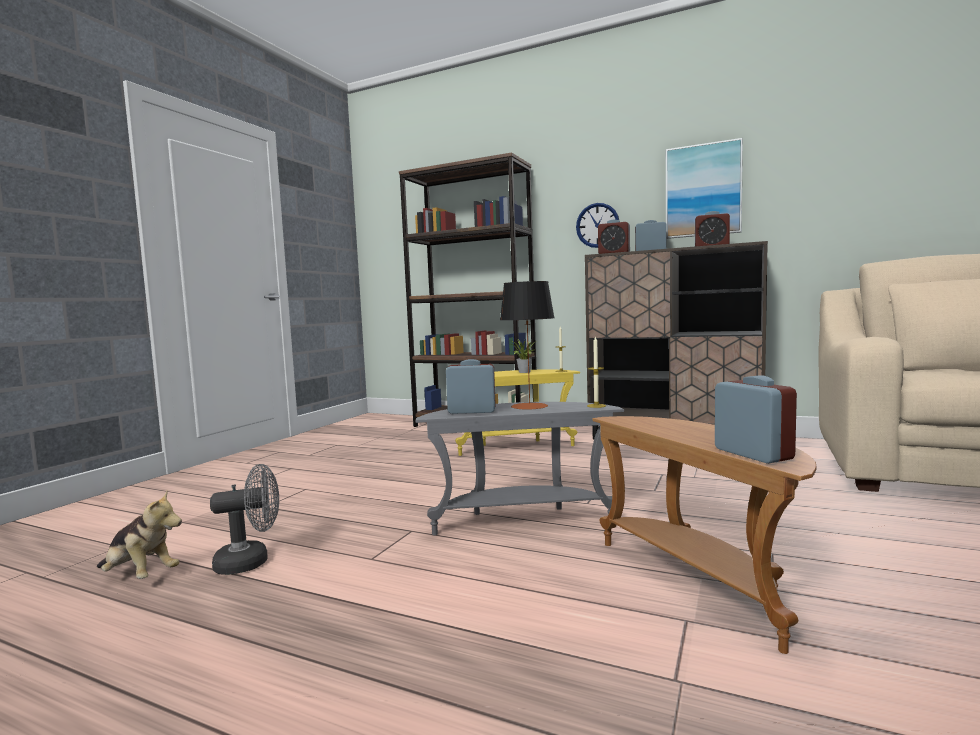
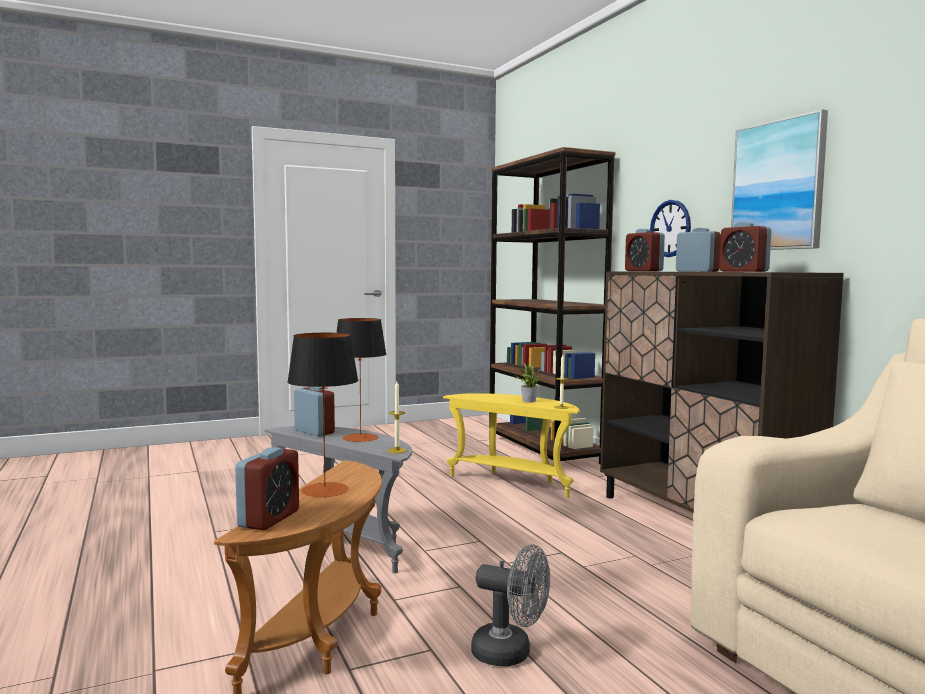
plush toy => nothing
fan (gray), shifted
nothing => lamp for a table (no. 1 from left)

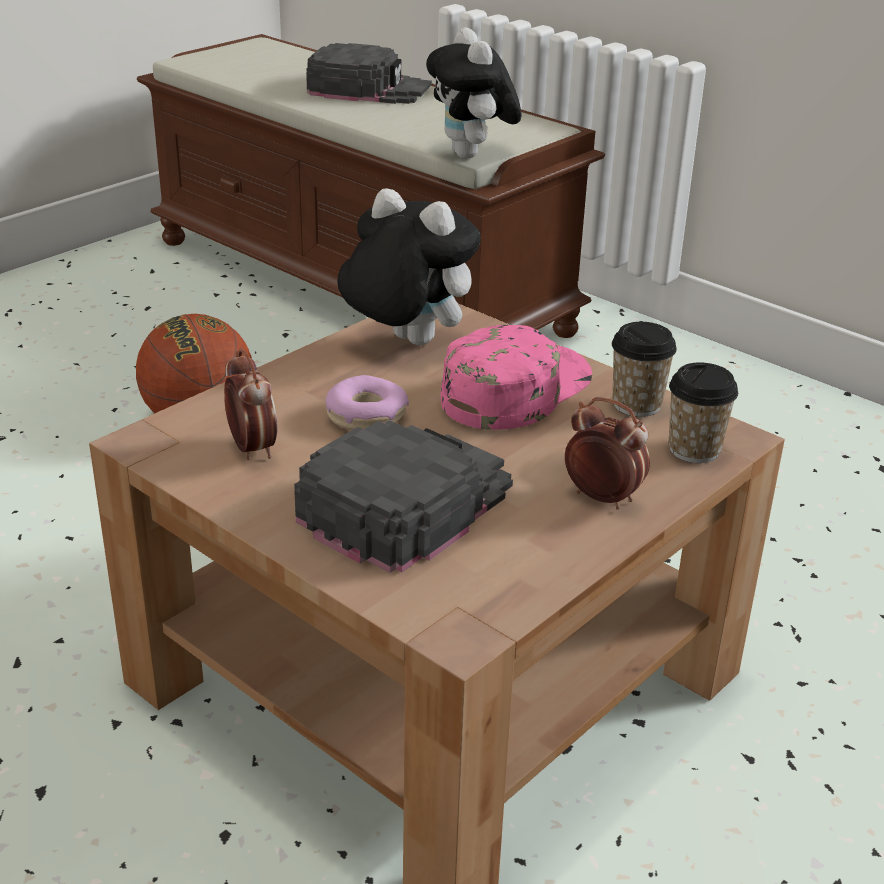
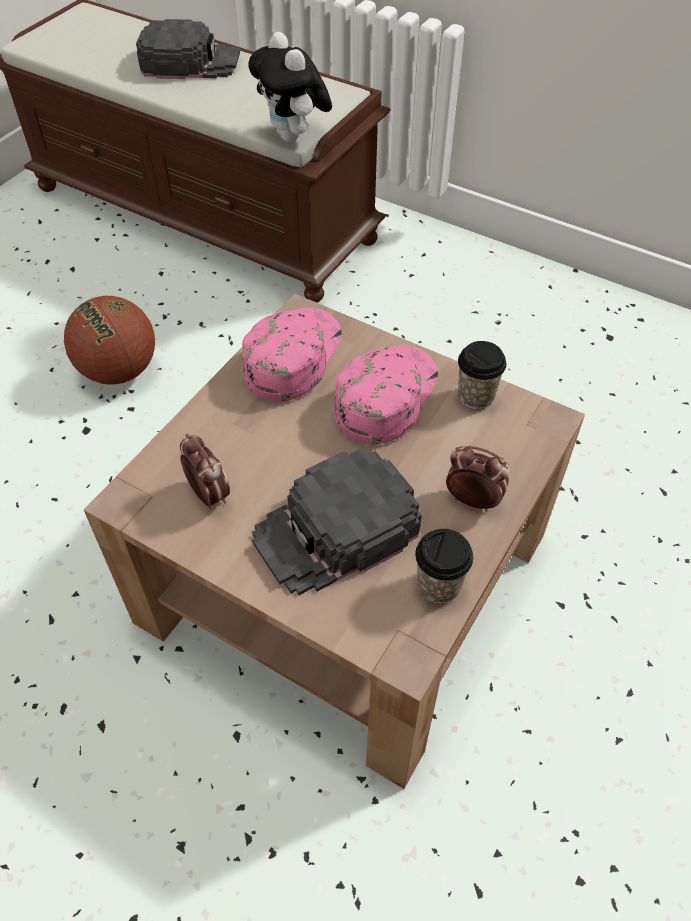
peaked cap (blackish) (no. 2 from left), 150 degrees counterclockwise
doughnut => nothing
plush toy (no. 1 from left) => peaked cap (pink) (no. 1 from left)
drinking cup (no. 2 from left in the first image) => drinking cup (no. 1 from left), shifted

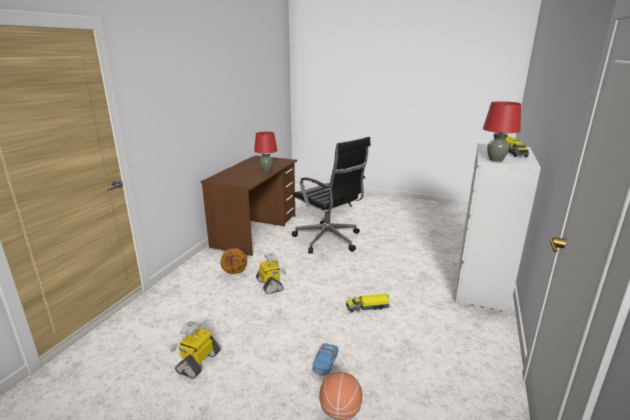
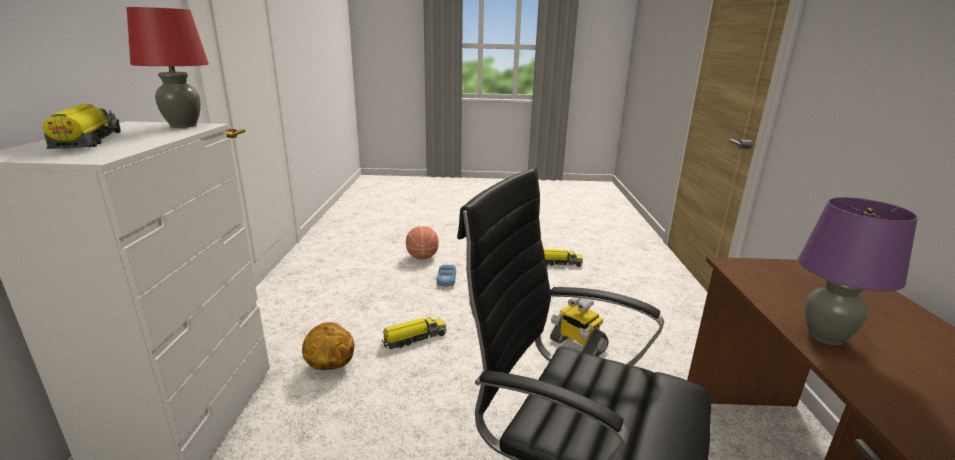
model robot (no. 1 from left) => toy truck (no. 3 from left)
ball for basketball (no. 1 from left), shifted
lamp for a table (red-coloured) (no. 1 from left) => lamp for a table (purplish)

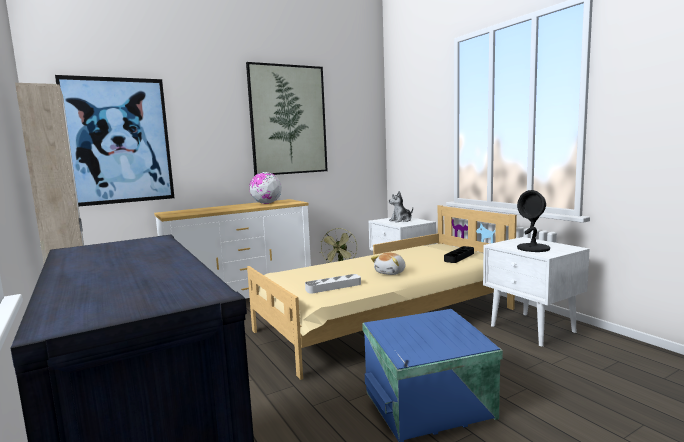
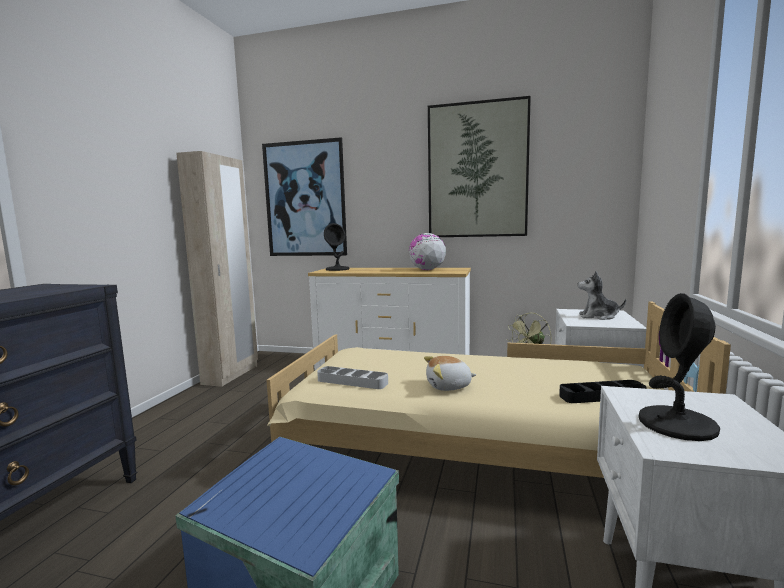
nothing => lamp for a table (blackish) (no. 1 from left)

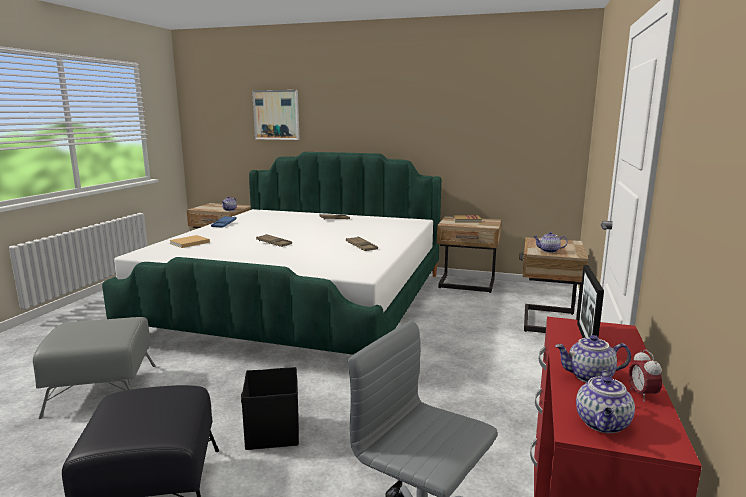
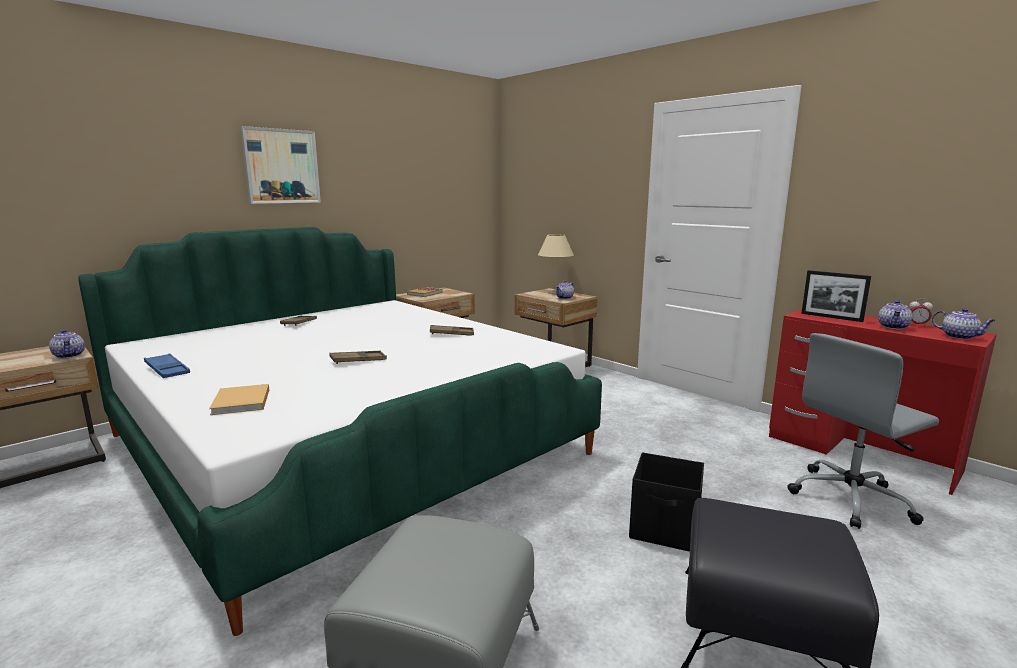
wall art, shifted
nothing => lamp for a table (sand-coloured)

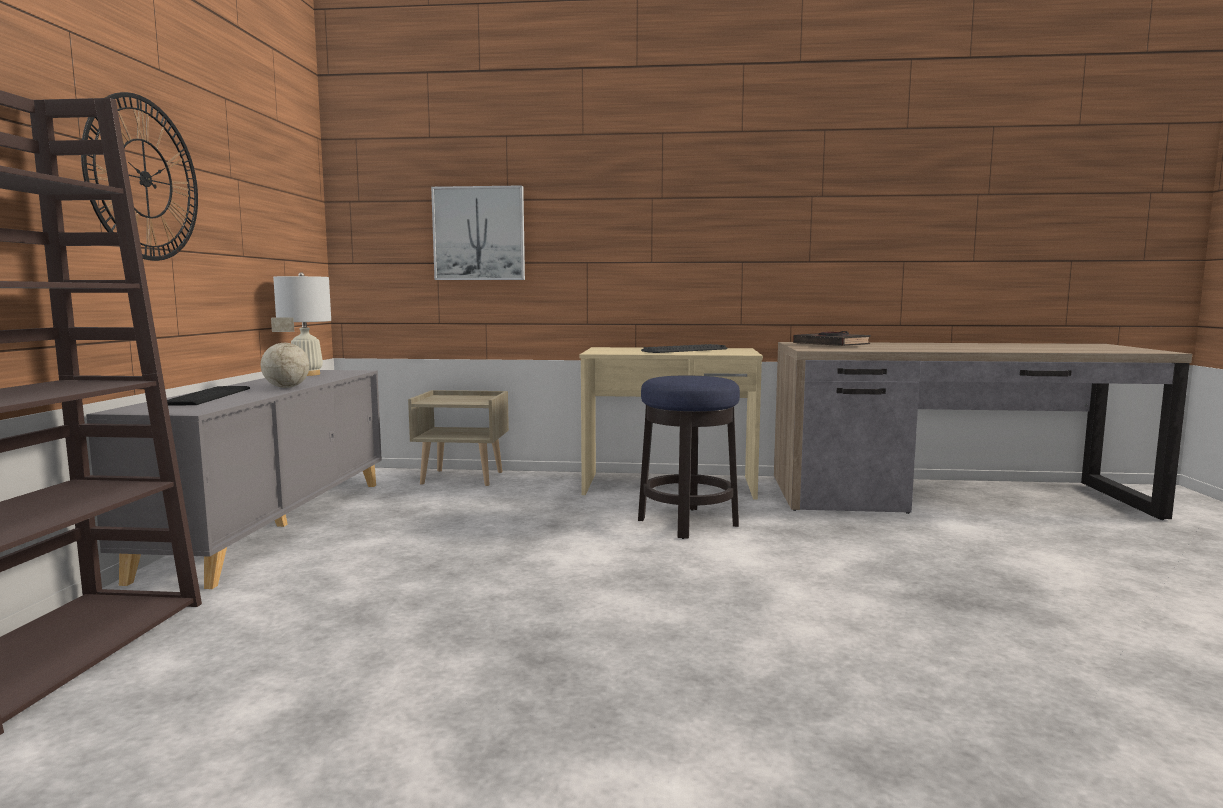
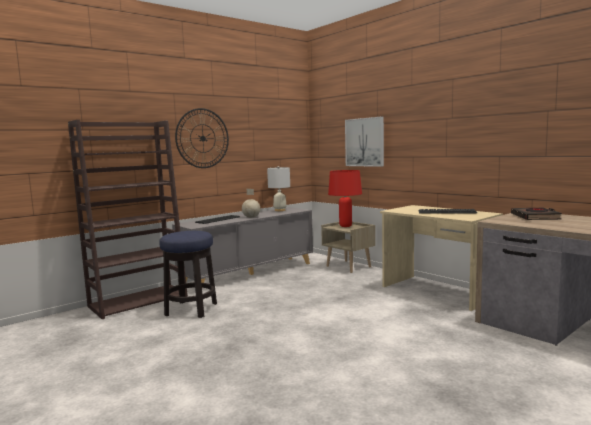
stool seat, shifted
nothing => lamp for a table (red-coloured)

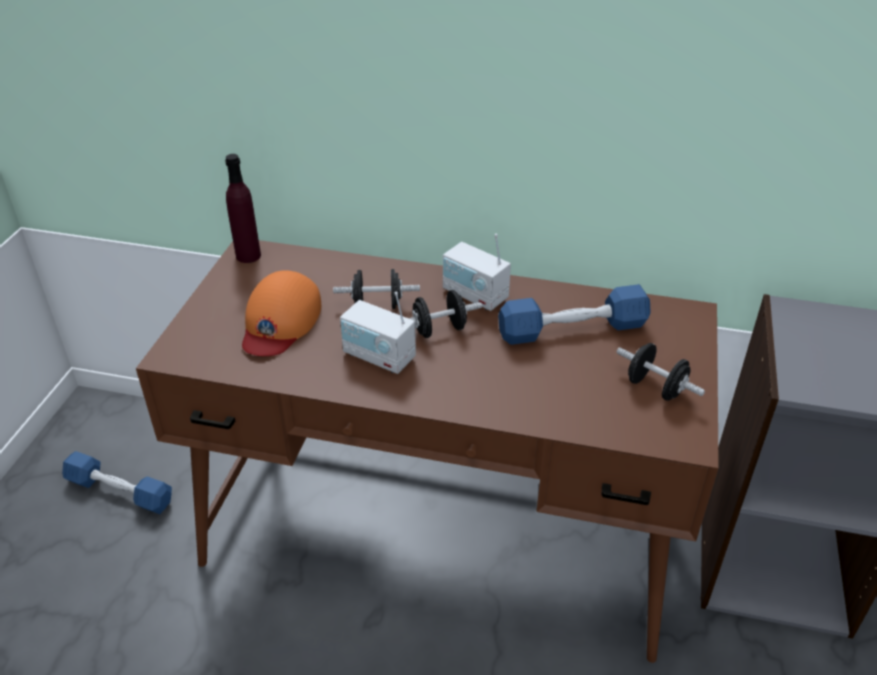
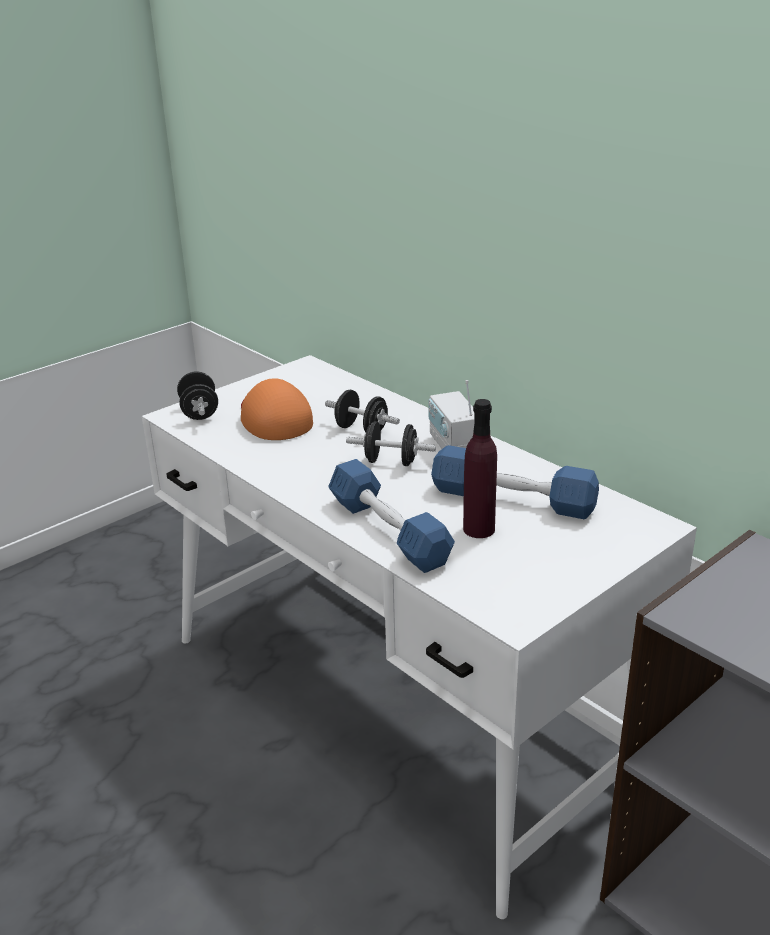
dumbbell (blue-coloured) (no. 1 from left), shifted
desk (brown-coloured) => desk (whitish)
drink bottle (purplish), shifted
peaked cap (orange-coloured), 105 degrees clockwise
radio set (no. 1 from left) => nothing
dumbbell (blackish) (no. 3 from left in the first image) => dumbbell (blackish) (no. 1 from left), shifted

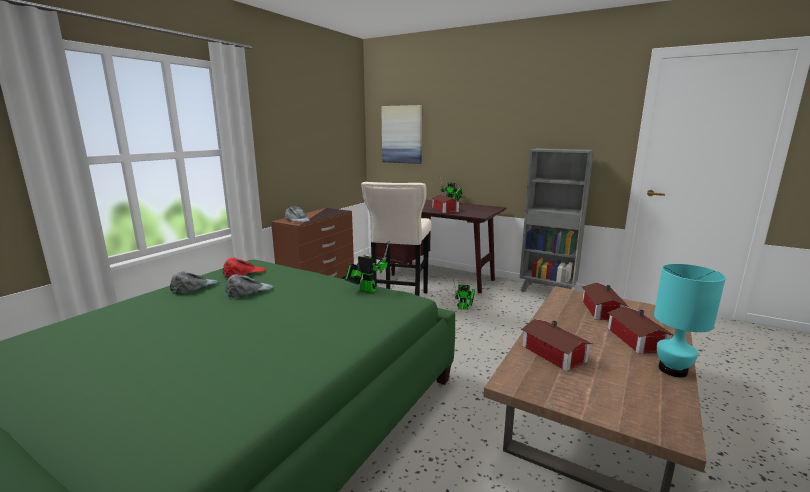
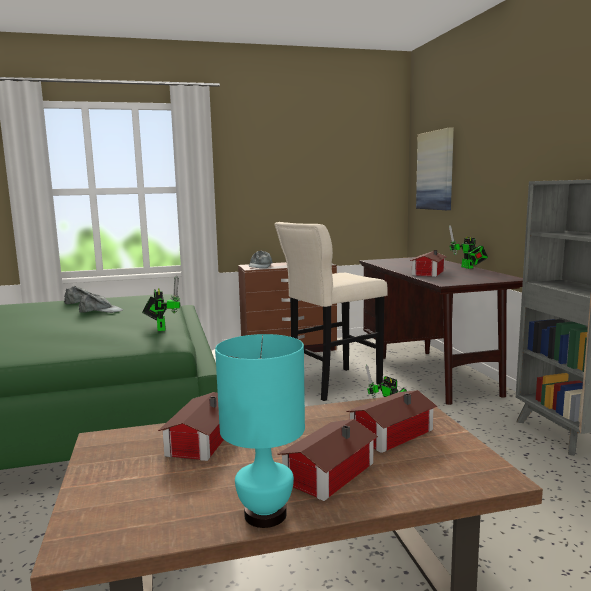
peaked cap (red-coloured) => nothing

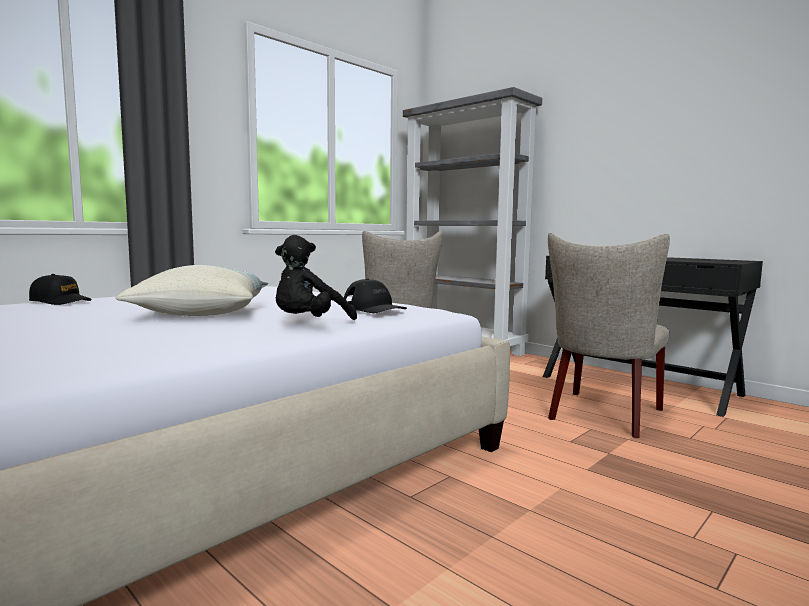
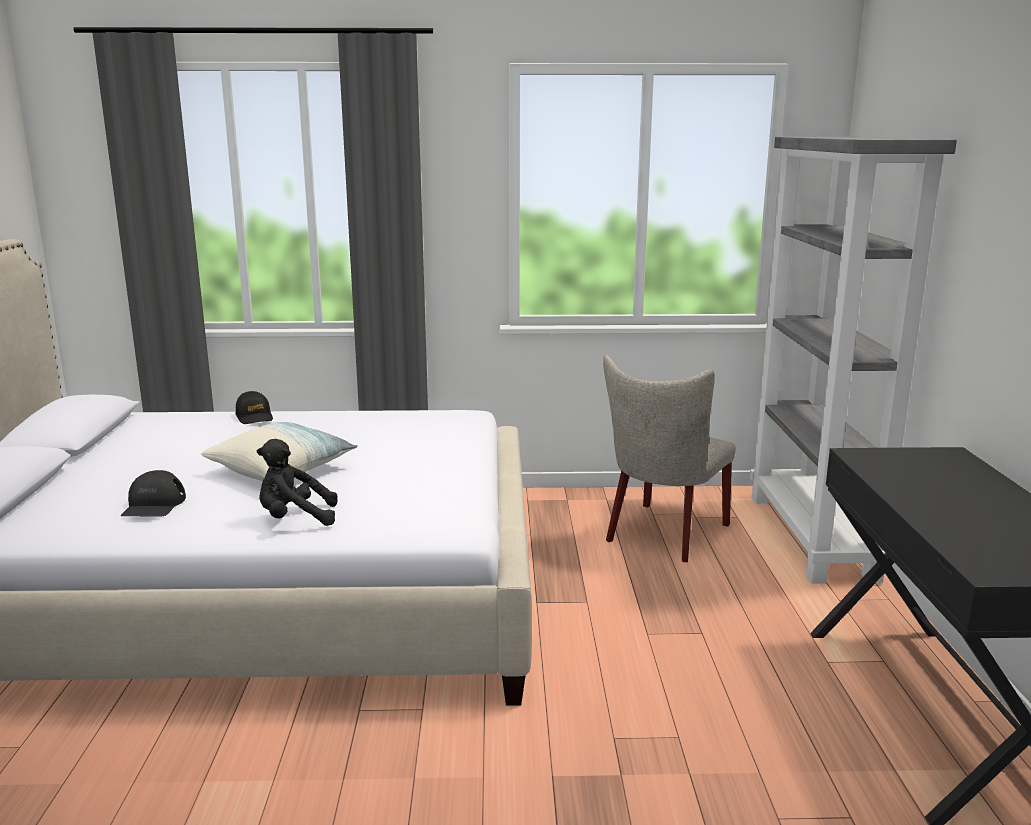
peaked cap (blackish) (no. 2 from left in the first image) => peaked cap (blackish) (no. 1 from left), shifted
upright chair (sand-coloured) (no. 2 from left) => nothing

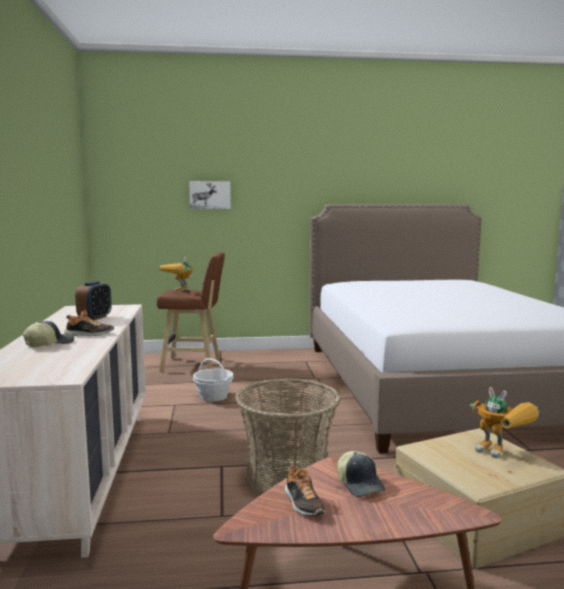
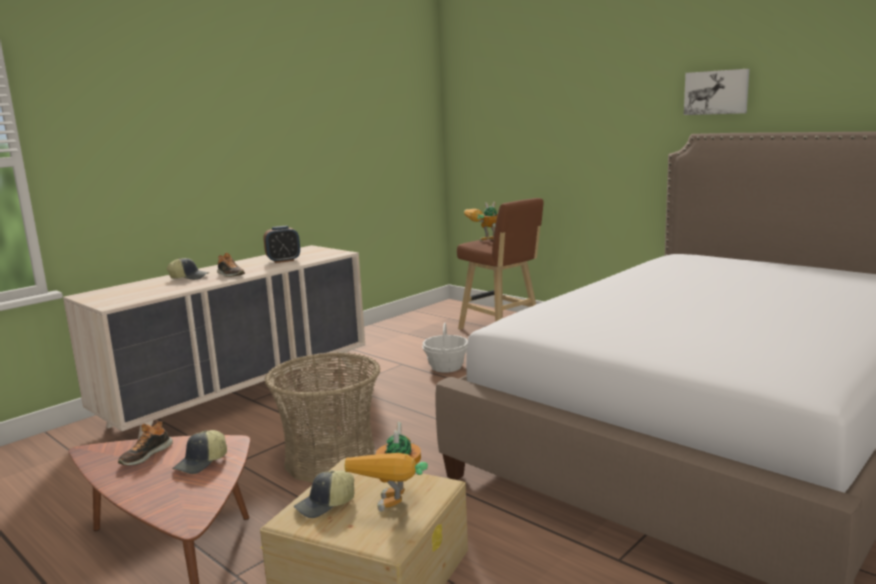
wall art, shifted
nothing => peaked cap (no. 3 from left)

